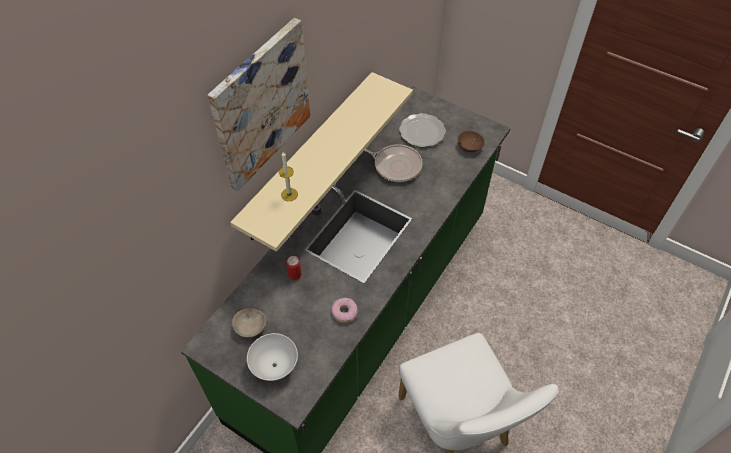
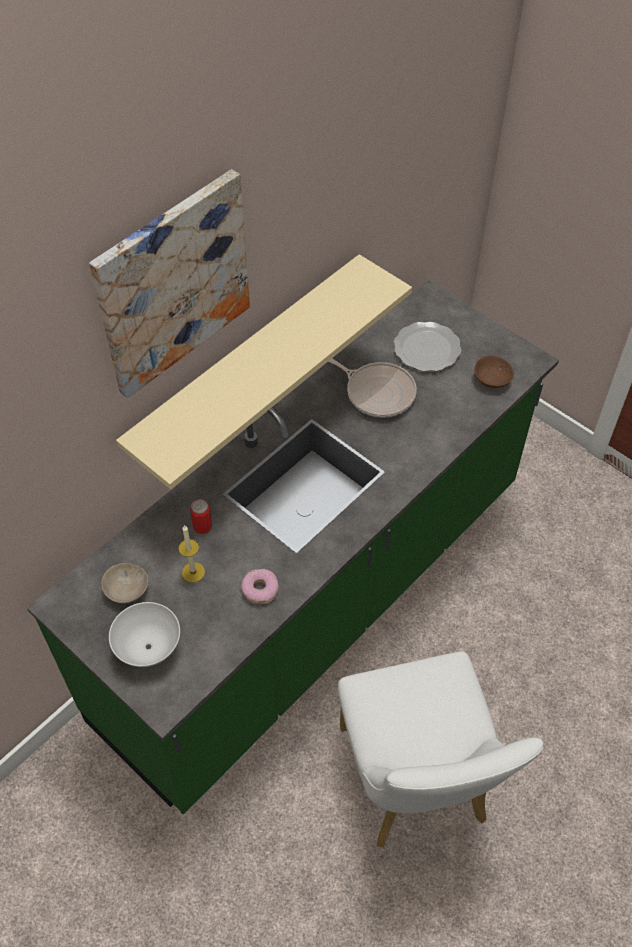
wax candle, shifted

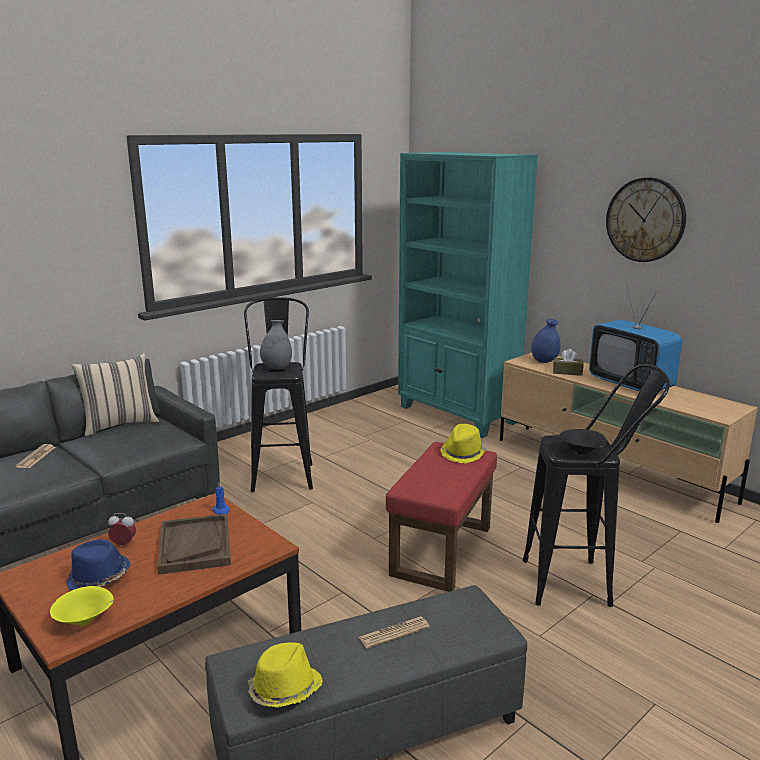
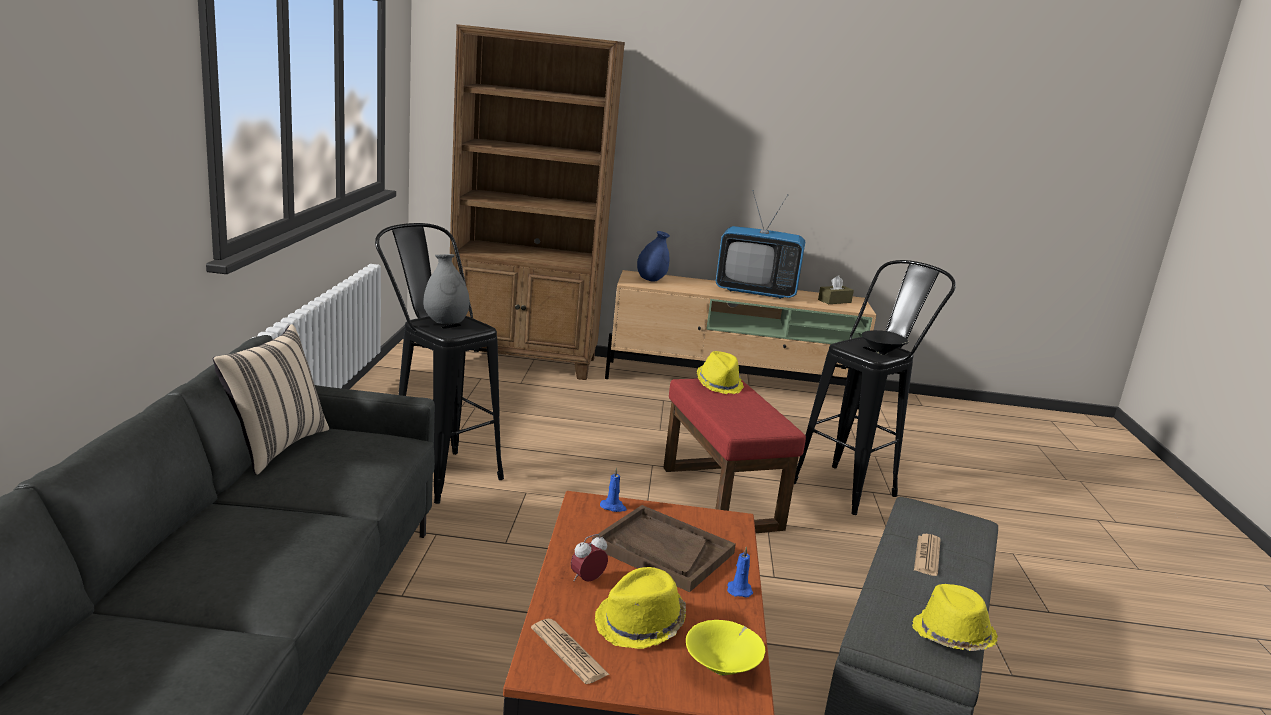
newspaper (no. 1 from left), shifted
wearable hat (blue-coloured) => wearable hat (yellowish) (no. 1 from left)
bookshelf (turquoise-coloured) => bookshelf (brown-coloured)
tissue holder (brown-coloured), shifted
wall clock => nothing
nothing => wax candle (blue-coloured) (no. 2 from left)

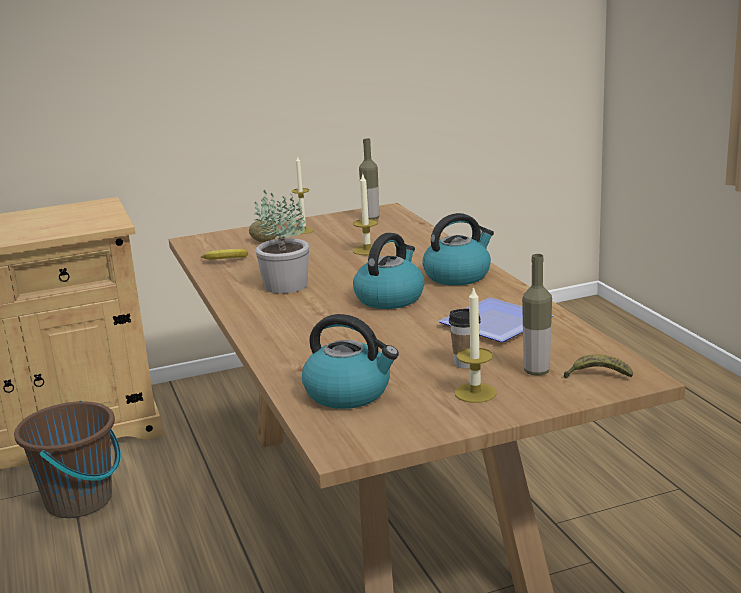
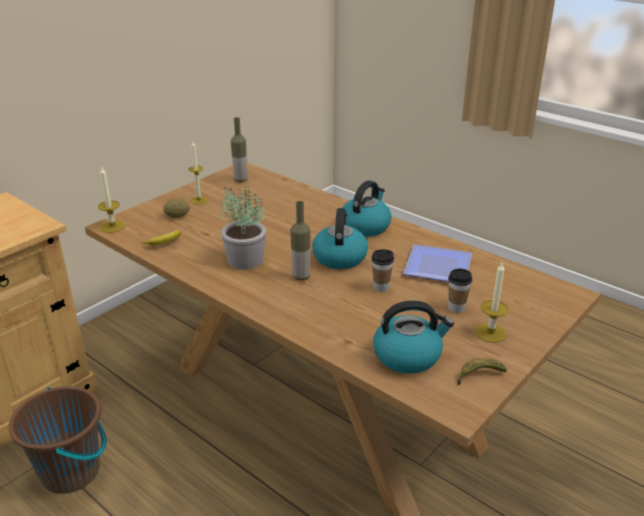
wax candle (no. 2 from left in the first image) => wax candle (no. 1 from left), shifted
drink bottle (no. 2 from left), shifted
whole banana (no. 2 from left), shifted
nothing => drinking cup (no. 1 from left)

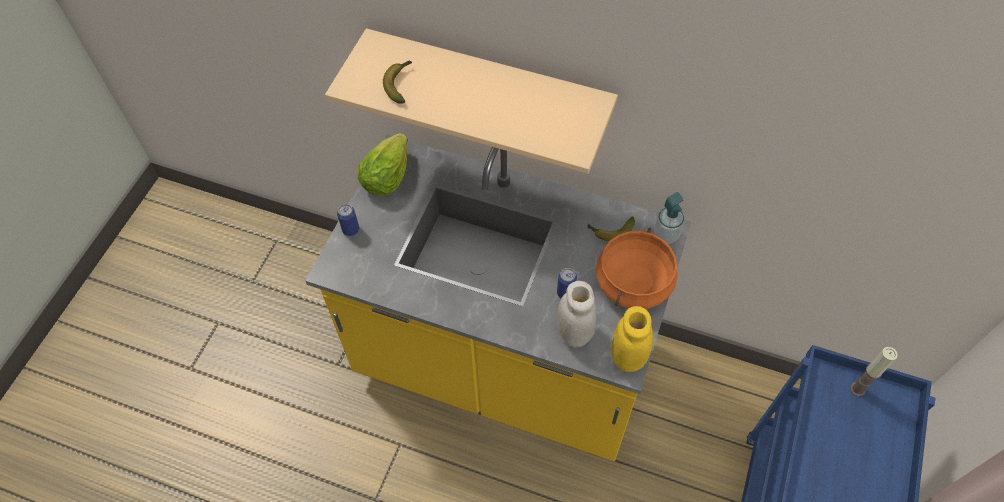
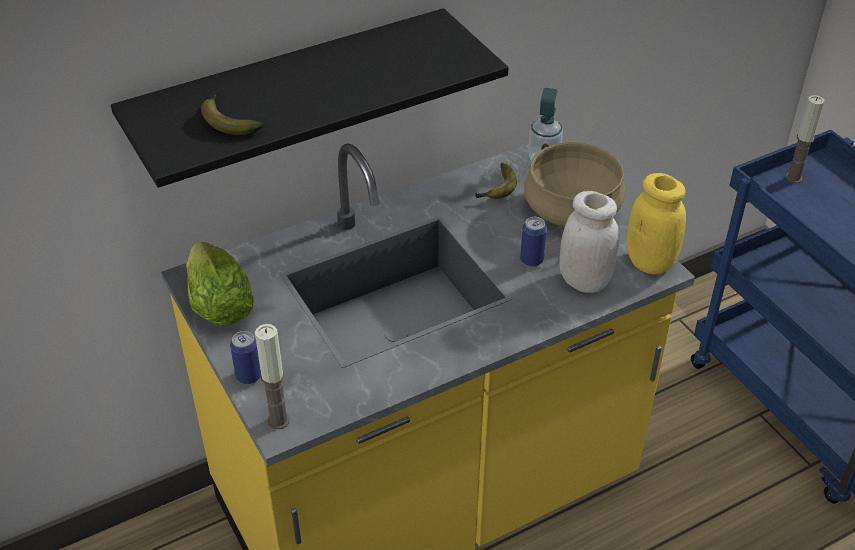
wall shelf (sand-coloured) => wall shelf (blackish)
cooking pot (orange-coloured) => cooking pot (sand-coloured)
nothing => wax candle (no. 1 from left)

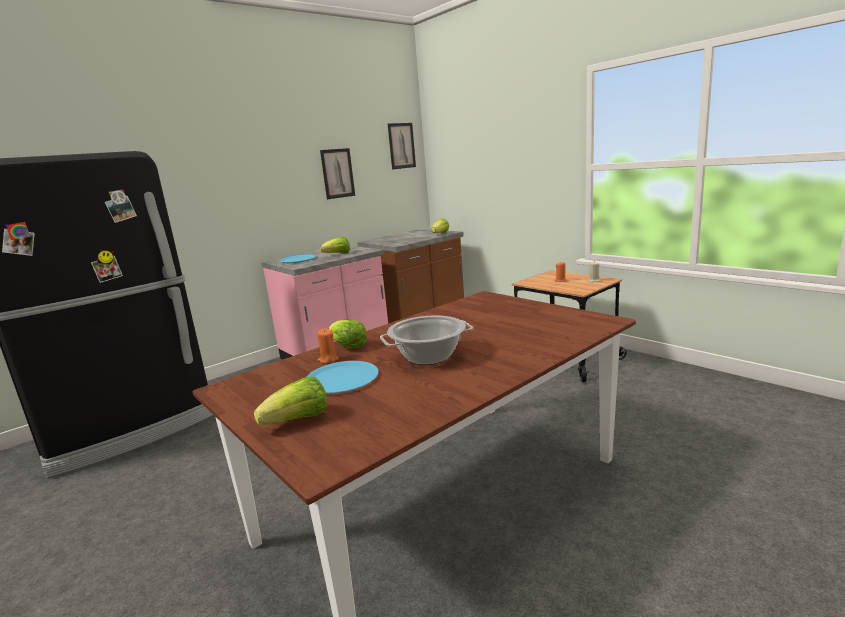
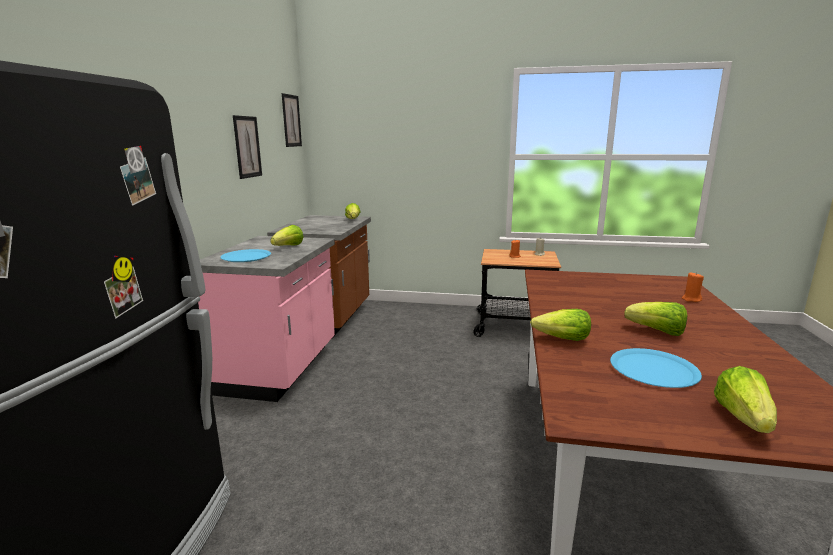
wax candle (orange-coloured) (no. 1 from left in the first image) => wax candle (orange-coloured) (no. 2 from left), shifted
cooking pot => lettuce (no. 4 from left)

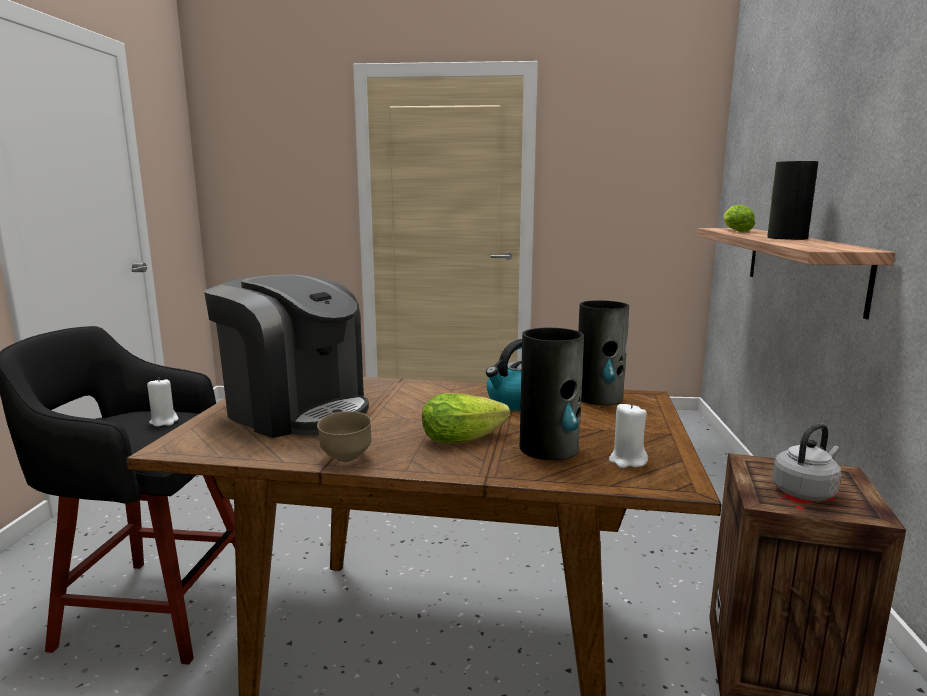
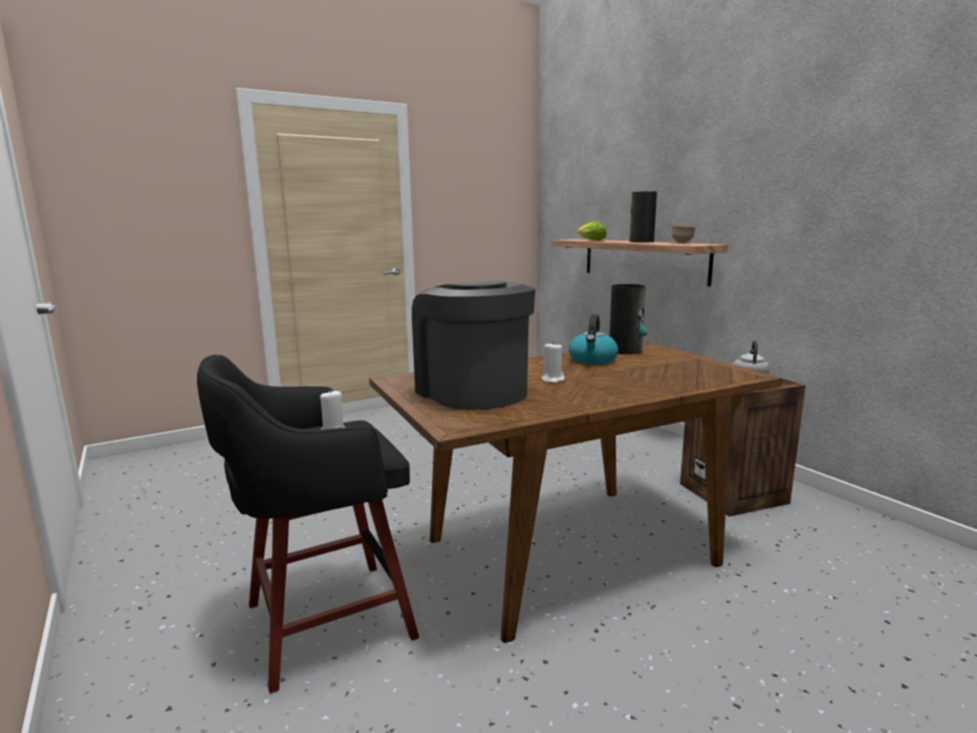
coffee brewer, 120 degrees counterclockwise
serving bowl (brown-coloured), shifted
lettuce (no. 1 from left) => nothing
flower vase (no. 1 from left) => nothing
wax candle (whitish) (no. 2 from left), shifted

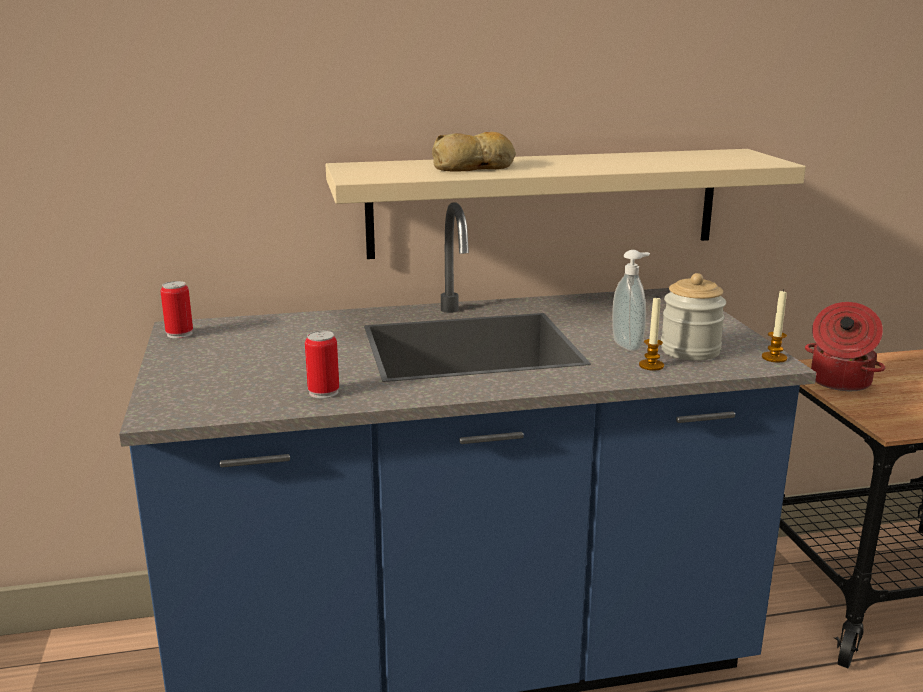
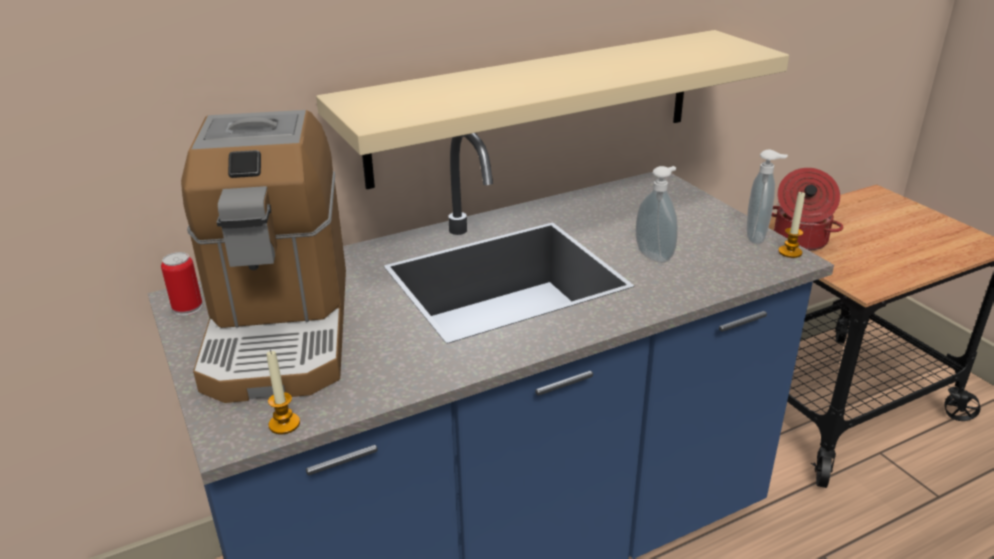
metal can (no. 2 from left) => nothing
bread => nothing
wax candle (no. 1 from left), shifted
jar => nothing
nothing => coffee brewer
nothing => liquid soap bottle (no. 2 from left)

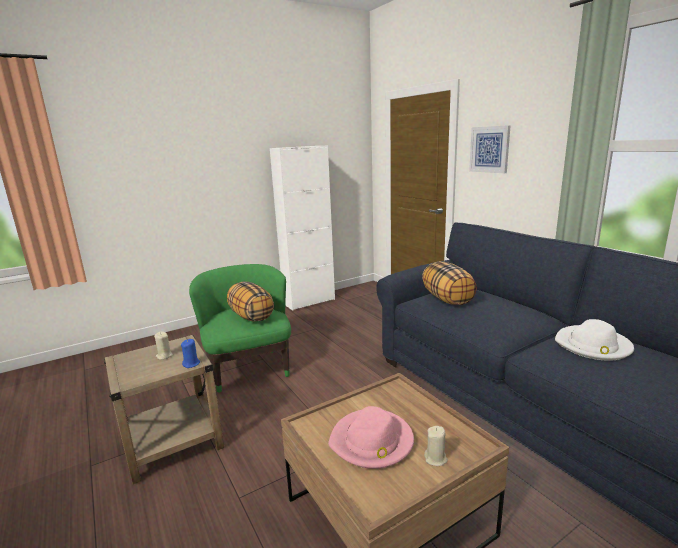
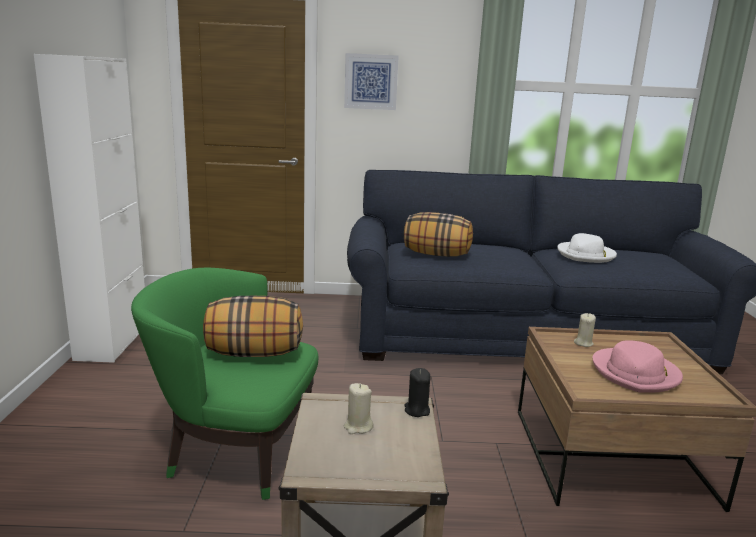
wax candle (blue-coloured) => wax candle (blackish)
wax candle (sand-coloured) (no. 2 from left), shifted

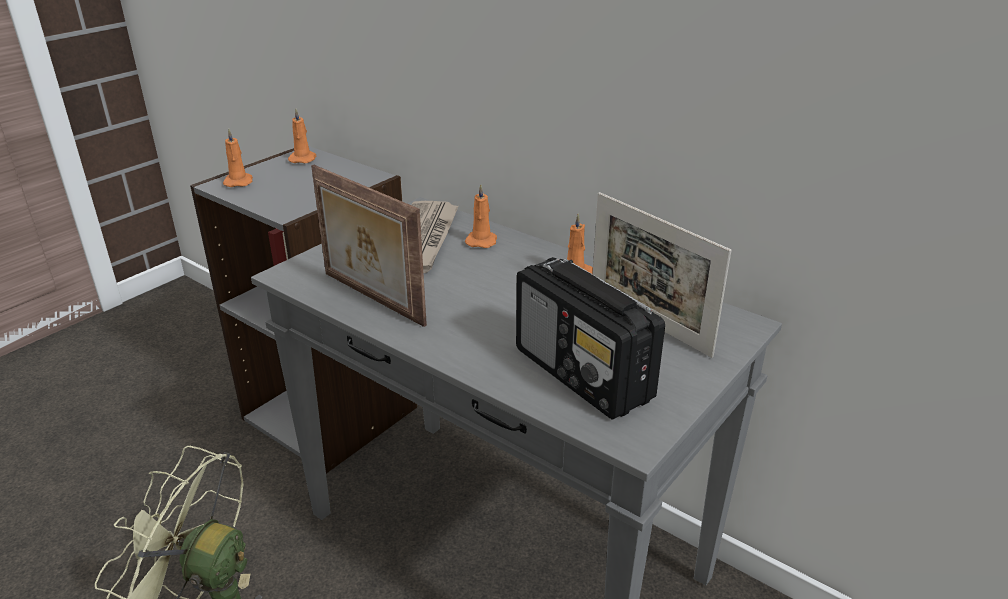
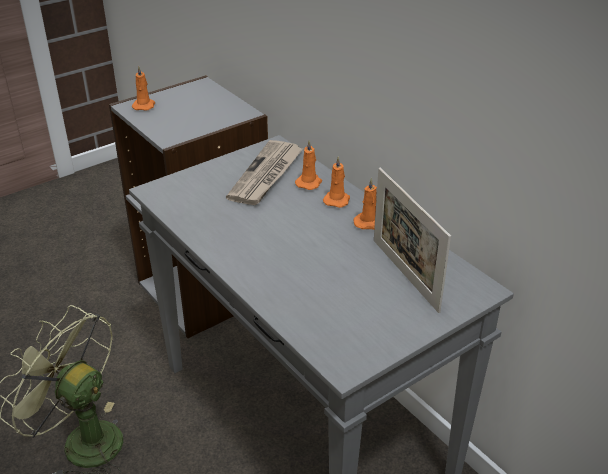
wax candle (orange-coloured) (no. 2 from left in the first image) => wax candle (orange-coloured) (no. 3 from left), shifted
standing frame (no. 1 from left) => nothing
radio set => nothing

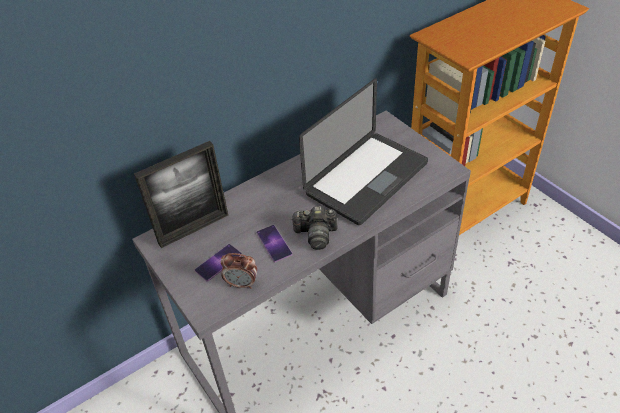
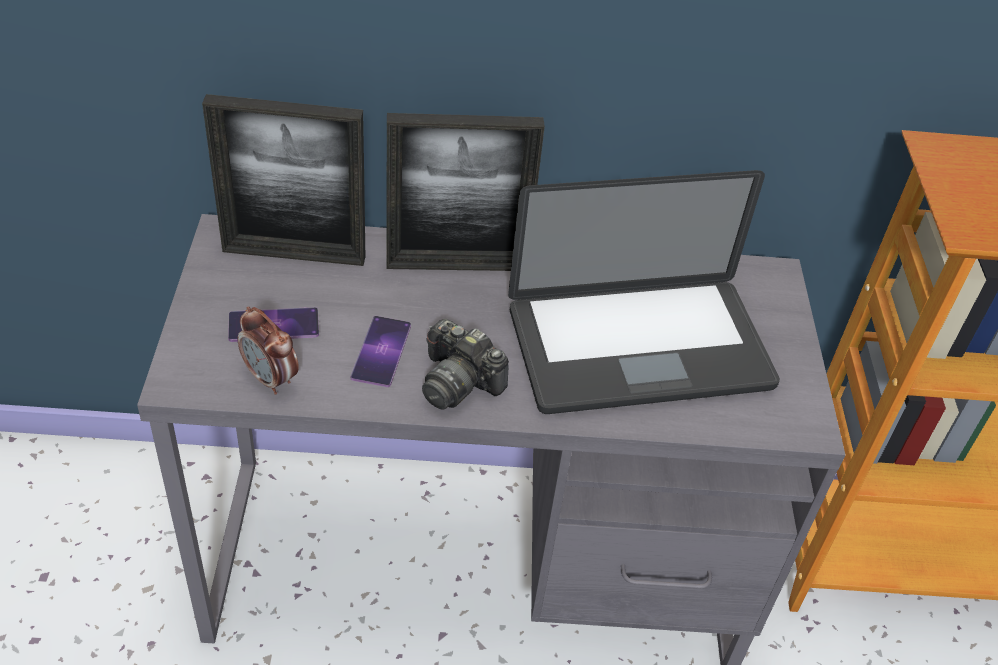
nothing => standing frame (no. 2 from left)

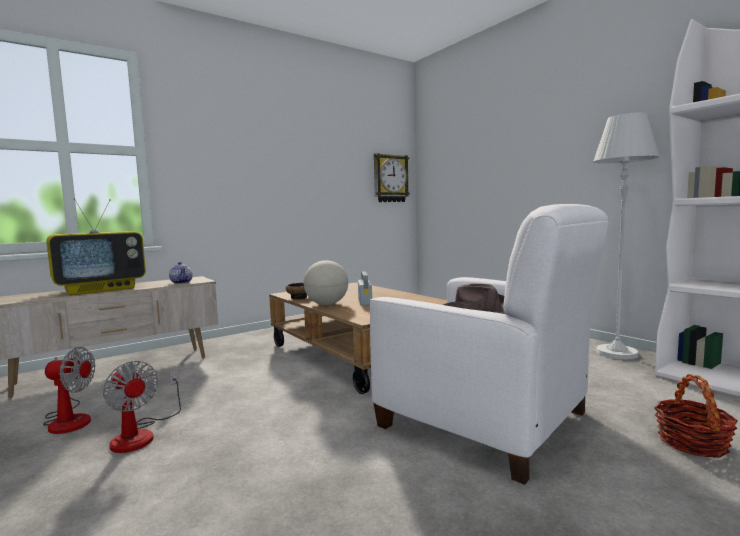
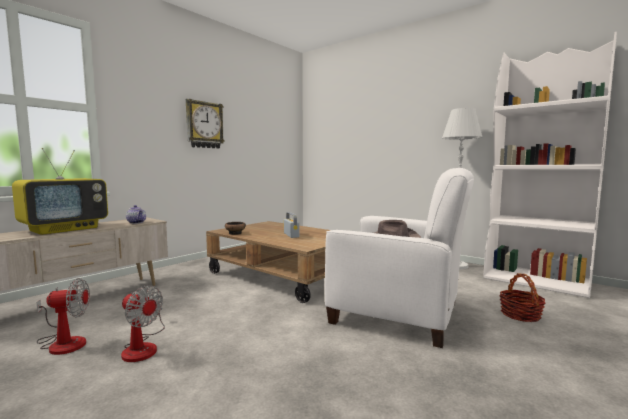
world globe => nothing
wall clock, shifted

